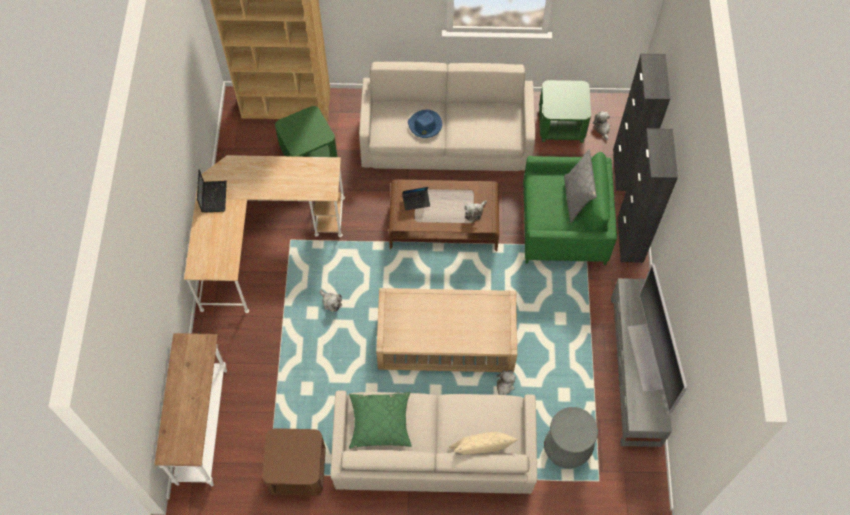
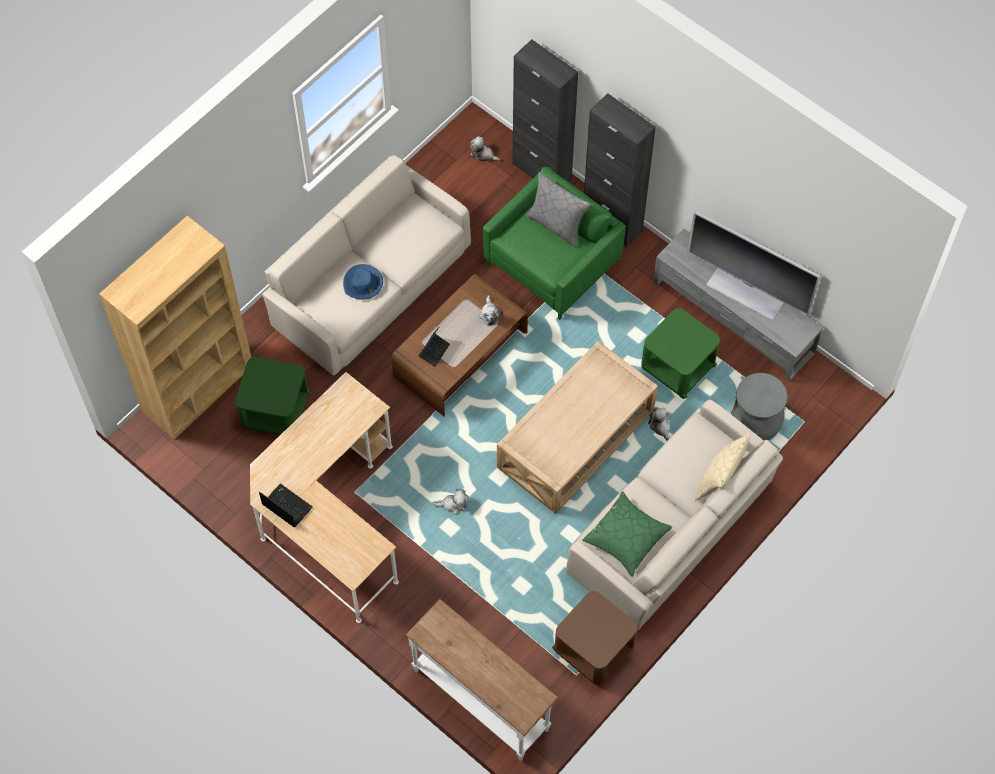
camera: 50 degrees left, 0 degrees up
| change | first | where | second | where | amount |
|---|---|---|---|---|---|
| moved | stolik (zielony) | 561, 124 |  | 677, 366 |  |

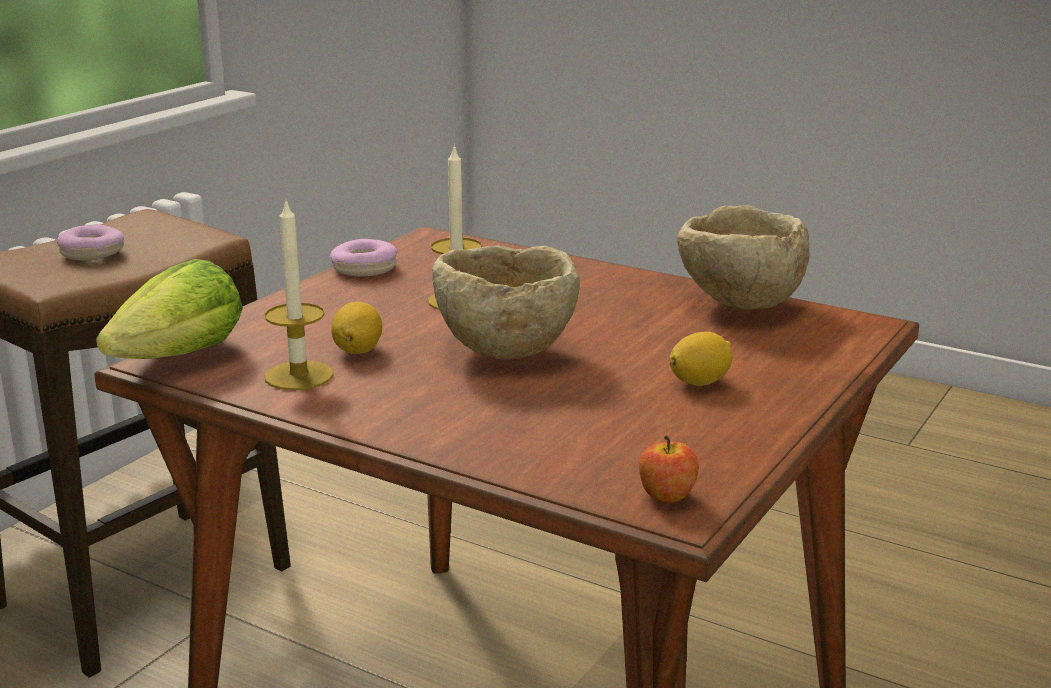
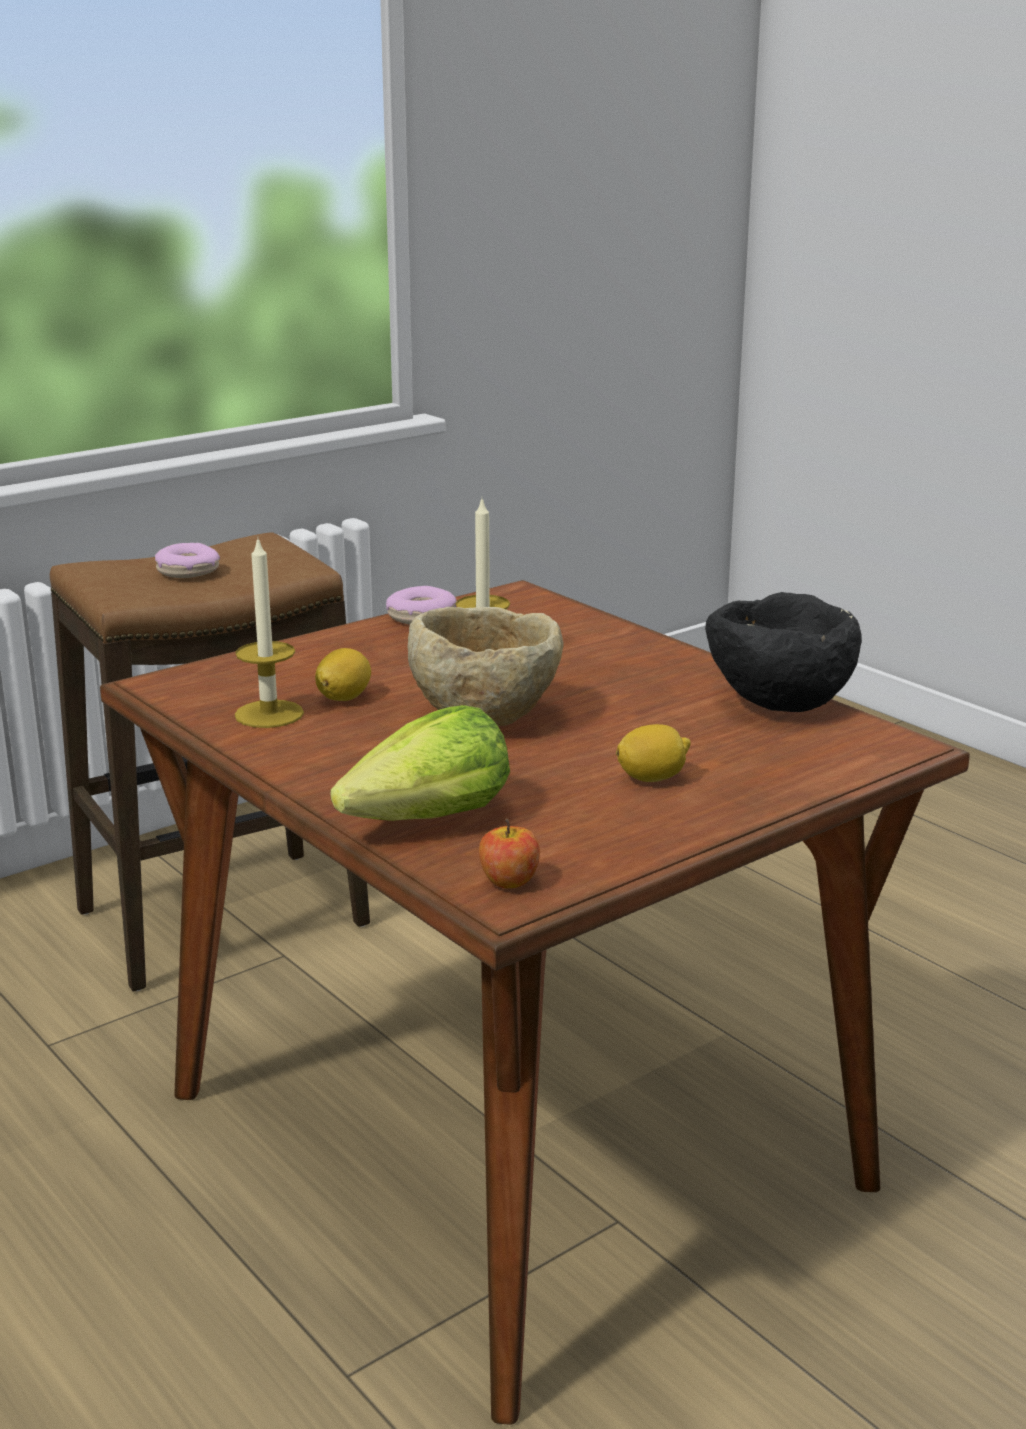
camera: 20 degrees right, 0 degrees up
| change | first | where | second | where | amount |
|---|---|---|---|---|---|
| moved | sałata | 180, 357 |  | 431, 820 |  |
| recoloured | miska (beżowy) | 739, 303 | miska (czarny) | 777, 703 |  |

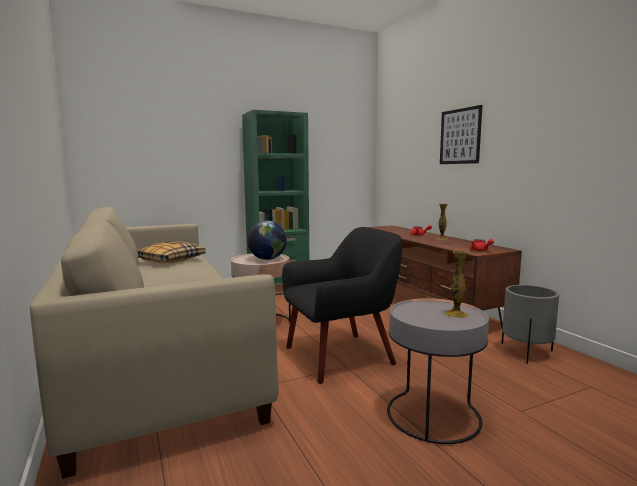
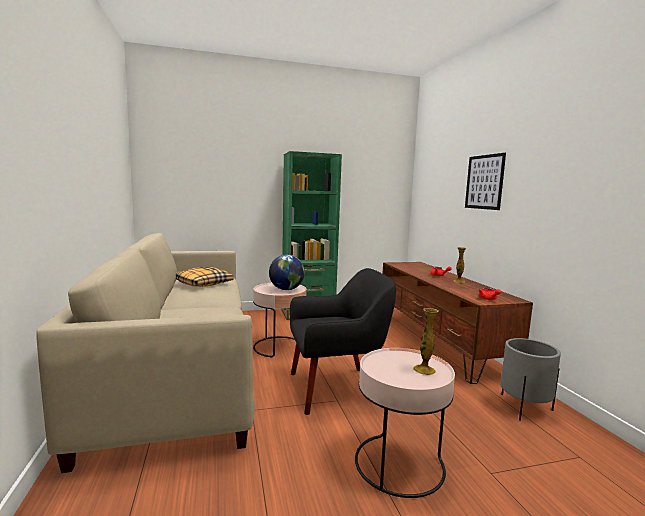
camera: 10 degrees right, 0 degrees up
| change | first | where | second | where | amount |
|---|---|---|---|---|---|
| recoloured | stolik (szary) | 432, 415 | stolik (różowy) | 398, 464 |  |

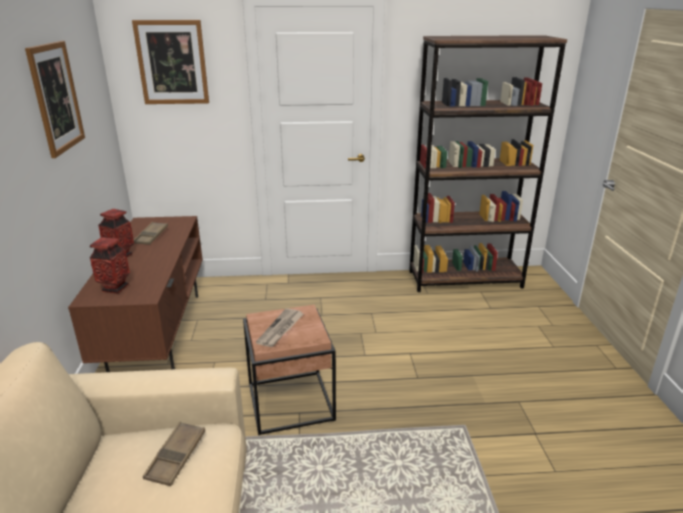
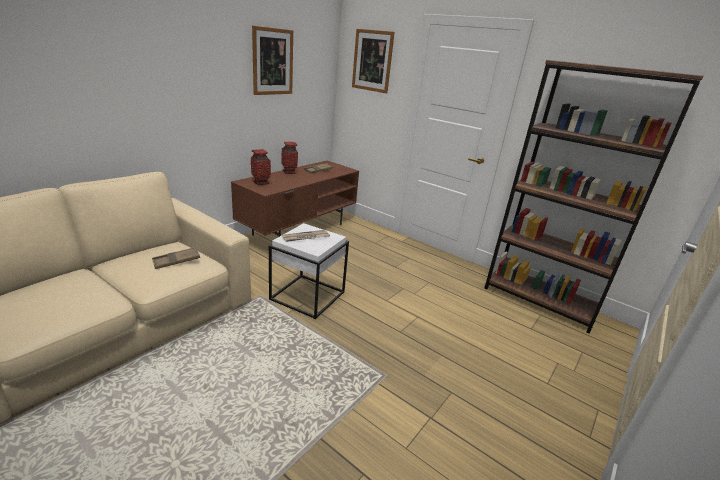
camera: 40 degrees right, 0 degrees up
| change | first | where | second | where | amount |
|---|---|---|---|---|---|
| recoloured | stolik (brązowy) | 291, 401 | stolik (biały) | 308, 296 |  |

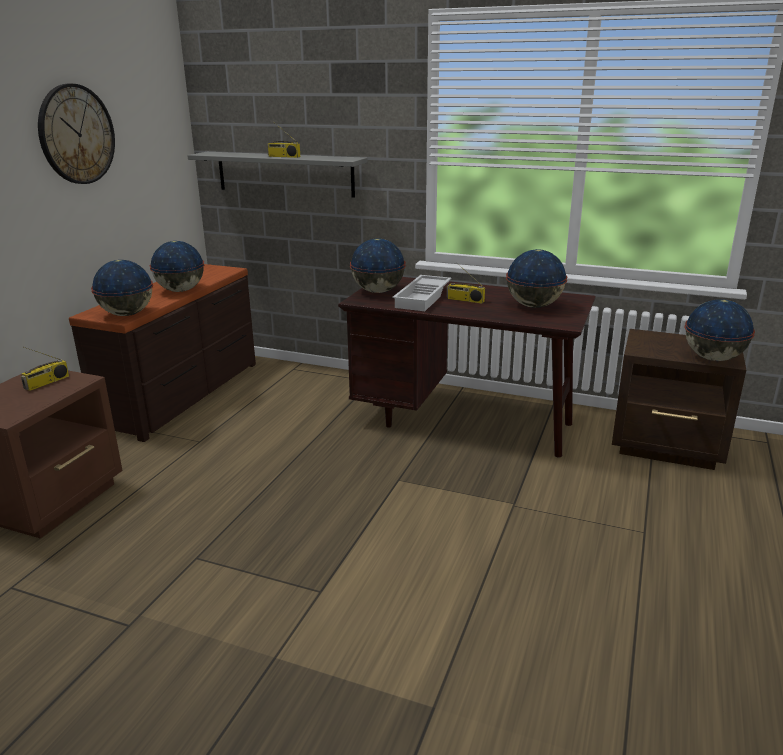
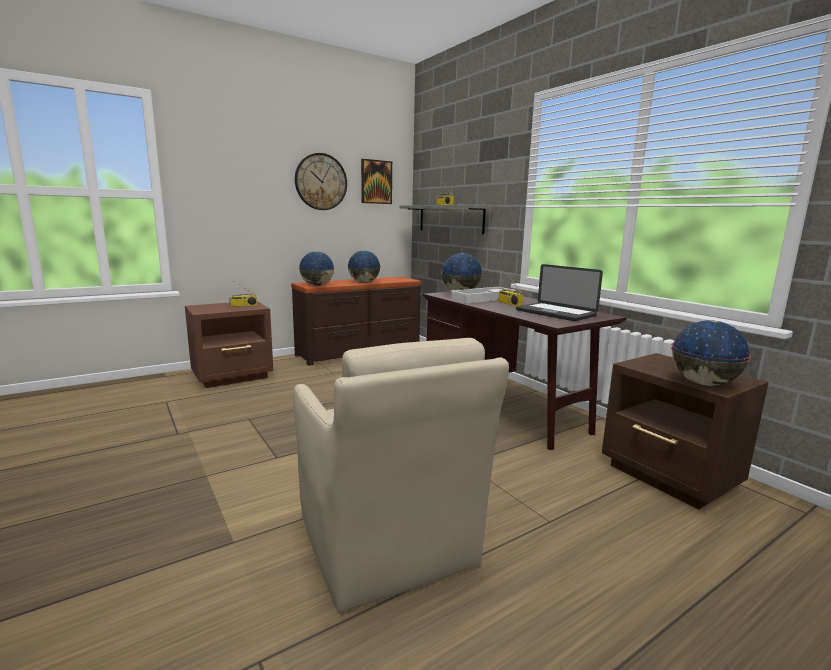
camera: 35 degrees right, 10 degrees down
| change | first | where | second | where | amount |
|---|---|---|---|---|---|
| added |  |  | fotel (beżowy) | 387, 545 |  |
| added |  |  | obraz | 376, 182 |  |
| replaced | globus | 534, 306 | laptop | 555, 313 |  |

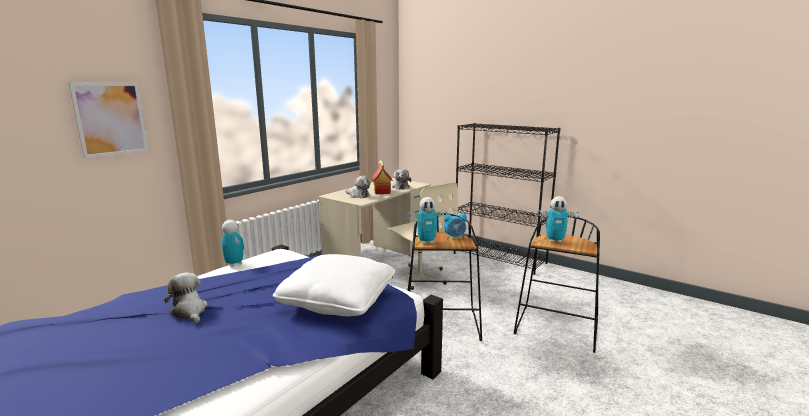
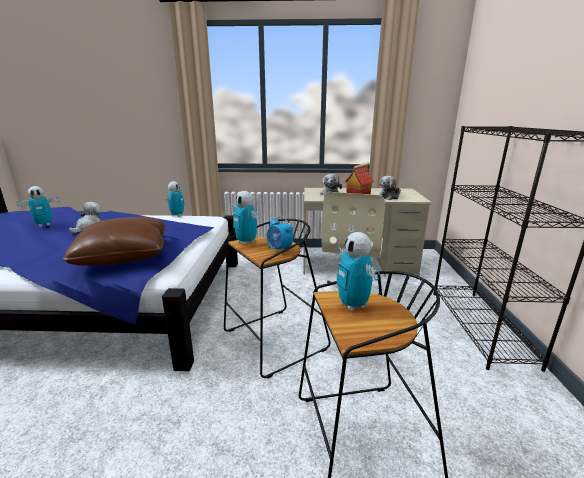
camera: 55 degrees right, 5 degrees up
| change | first | where | second | where | amount |
|---|---|---|---|---|---|
| added |  |  | robot zabawkowy | 45, 225 |  |
| recoloured | poduszka (biały) | 338, 301 | poduszka (brązowy) | 124, 255 |  |
| removed | obraz | 111, 119 |  |  |  |

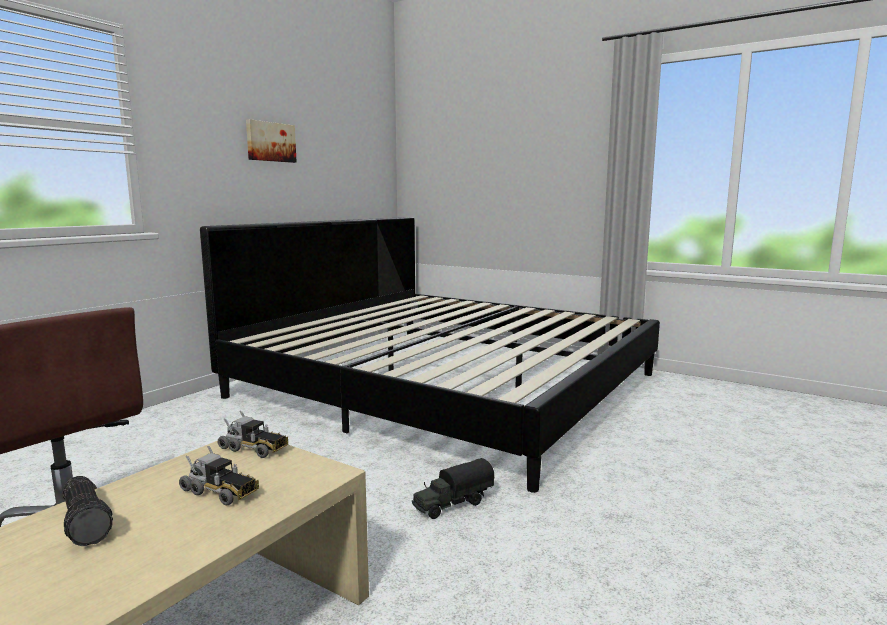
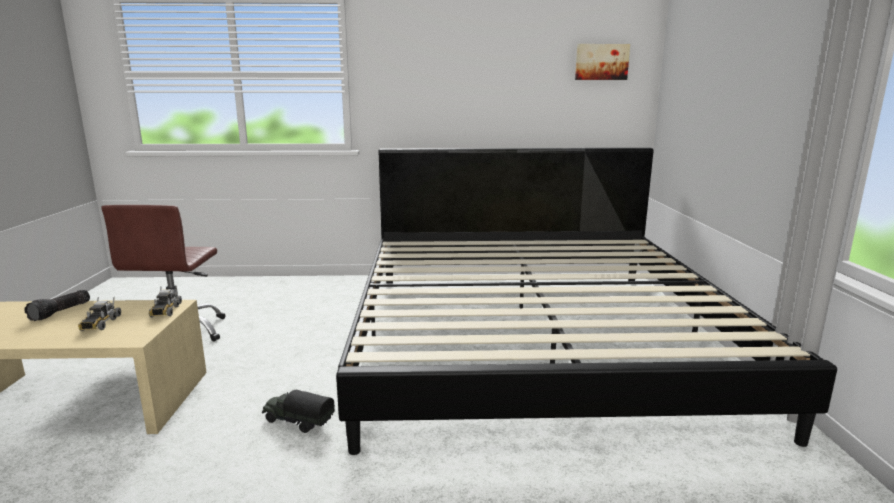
camera: 55 degrees right, 5 degrees up
| change | first | where | second | where | amount |
|---|---|---|---|---|---|
| moved | obraz | 270, 142 |  | 601, 62 |  |

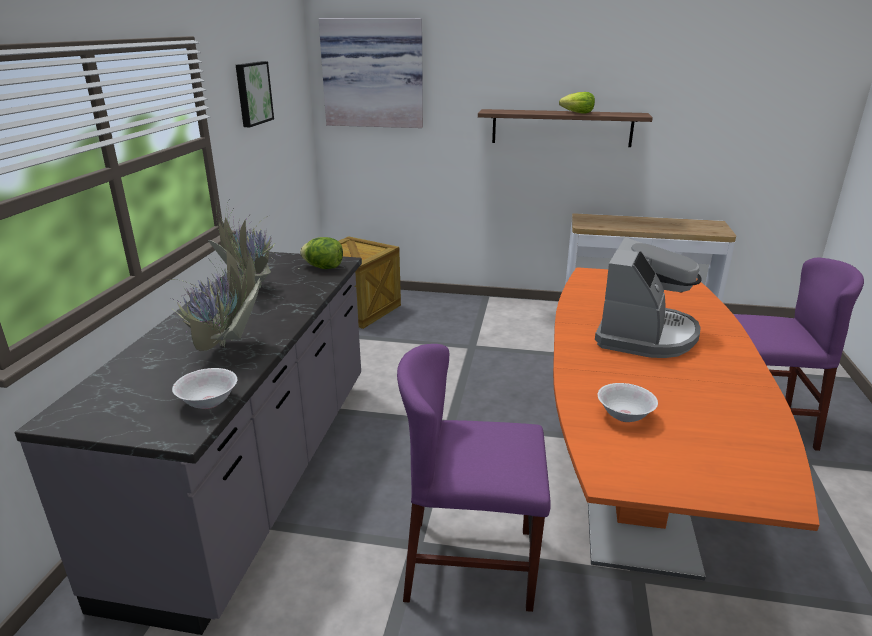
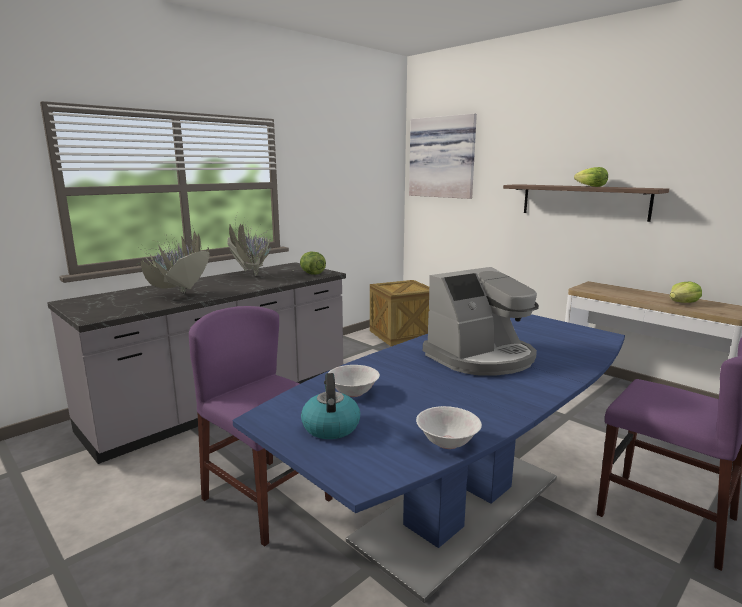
camera: 35 degrees right, 10 degrees down
| change | first | where | second | where | amount |
|---|---|---|---|---|---|
| recoloured | stół jadalny (pomarańczowy) | 633, 484 | stół jadalny (niebieski) | 459, 508 |  |
| added |  |  | czajnik | 330, 426 |  |
| moved | miska (biały) | 209, 402 |  | 447, 442 |  |
| added |  |  | sałata | 682, 303 |  |
| removed | obraz | 252, 93 |  |  |  |

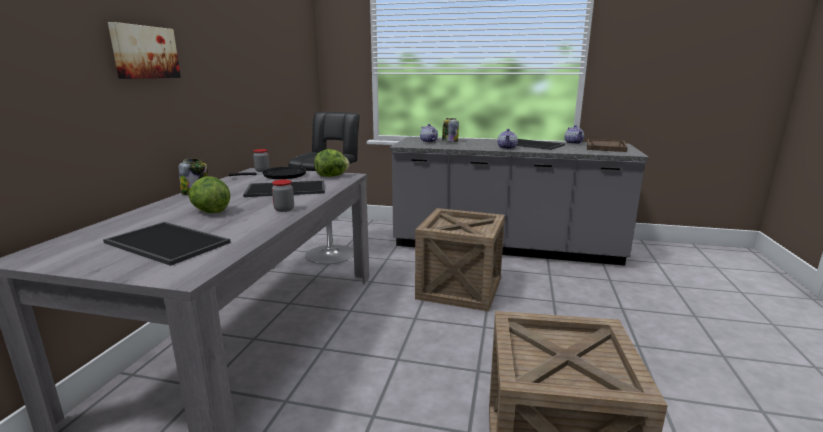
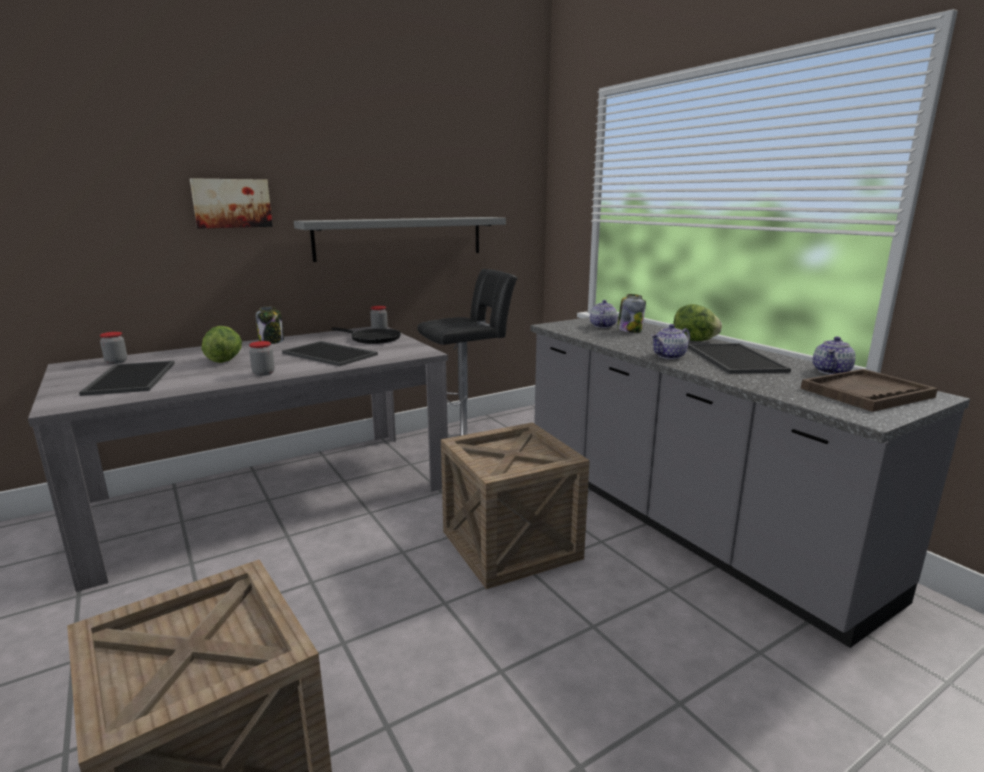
camera: 45 degrees right, 0 degrees up
| change | first | where | second | where | amount |
|---|---|---|---|---|---|
| added |  |  | słoik | 116, 362 |  |
| added |  |  | półka (szary) | 401, 238 |  |
| moved | sałata | 332, 176 |  | 694, 340 |  |

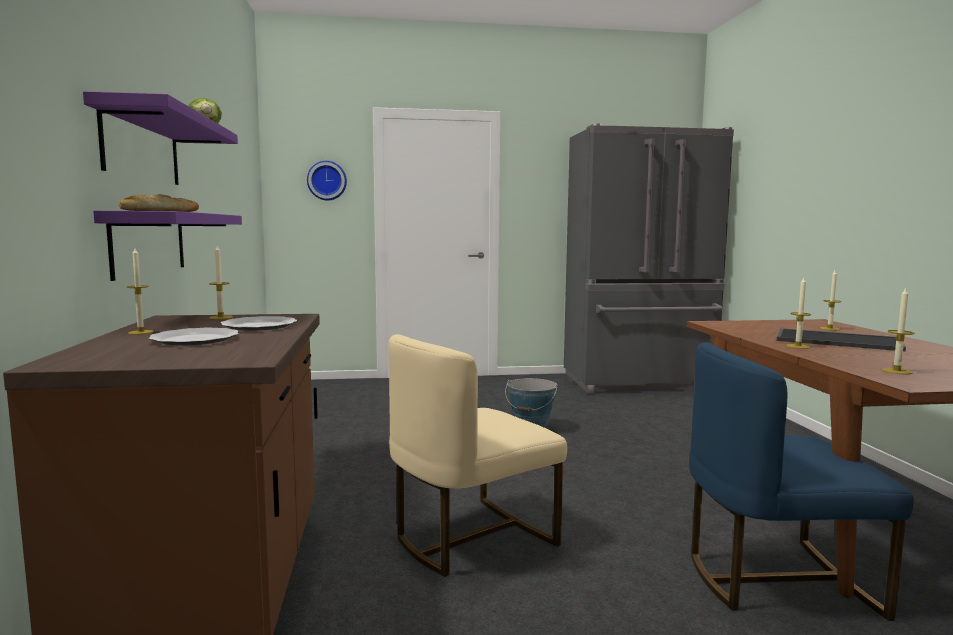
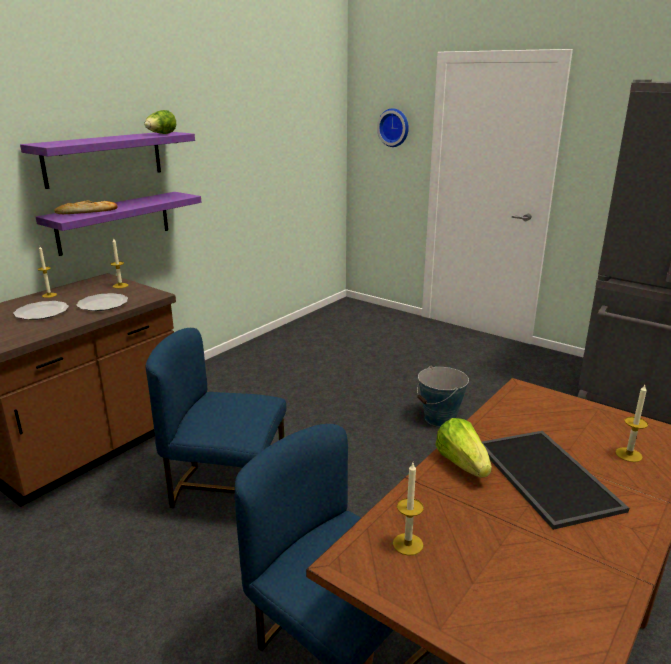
camera: 45 degrees right, 15 degrees up
| change | first | where | second | where | amount |
|---|---|---|---|---|---|
| recoloured | krzesło (beżowy) | 471, 538 | krzesło (niebieski) | 227, 490 |  |
| replaced | świeca | 798, 346 | sałata | 462, 464 |  |

